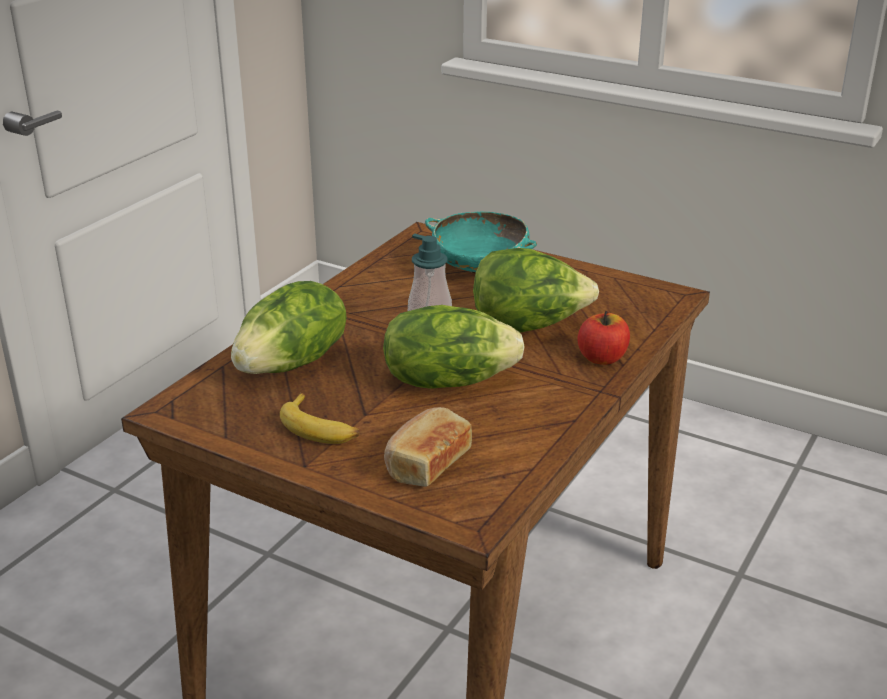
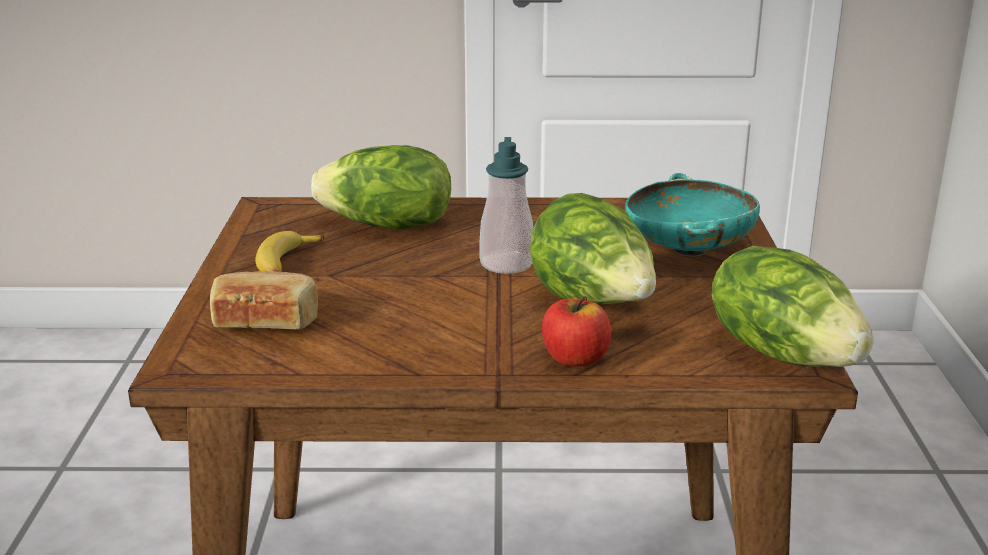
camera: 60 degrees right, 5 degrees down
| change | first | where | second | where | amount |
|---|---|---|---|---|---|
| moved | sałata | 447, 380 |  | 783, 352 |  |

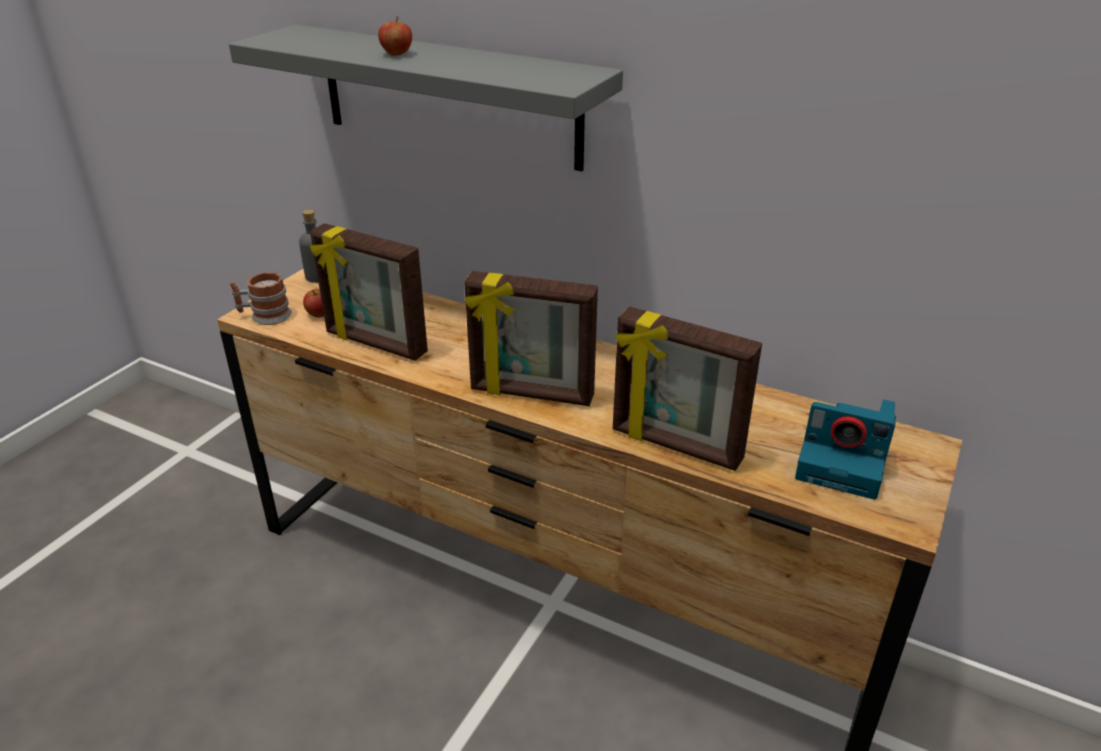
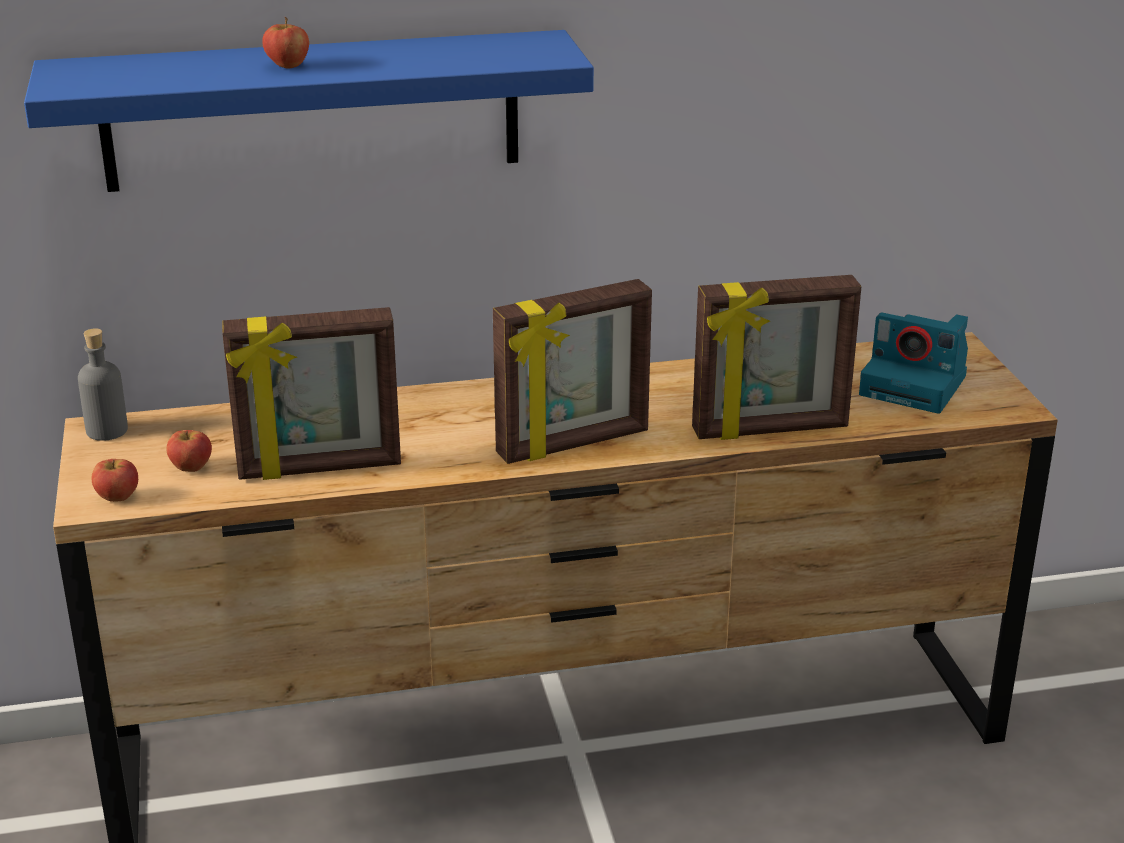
camera: 40 degrees left, 5 degrees down
| change | first | where | second | where | amount |
|---|---|---|---|---|---|
| recoloured | półka (szary) | 448, 96 | półka (niebieski) | 312, 111 |  |
| replaced | kubek | 264, 316 | jabłko | 117, 497 |  |
| turned | aparat fotograficzny | 843, 463 |  | 916, 385 | 45 degrees clockwise |

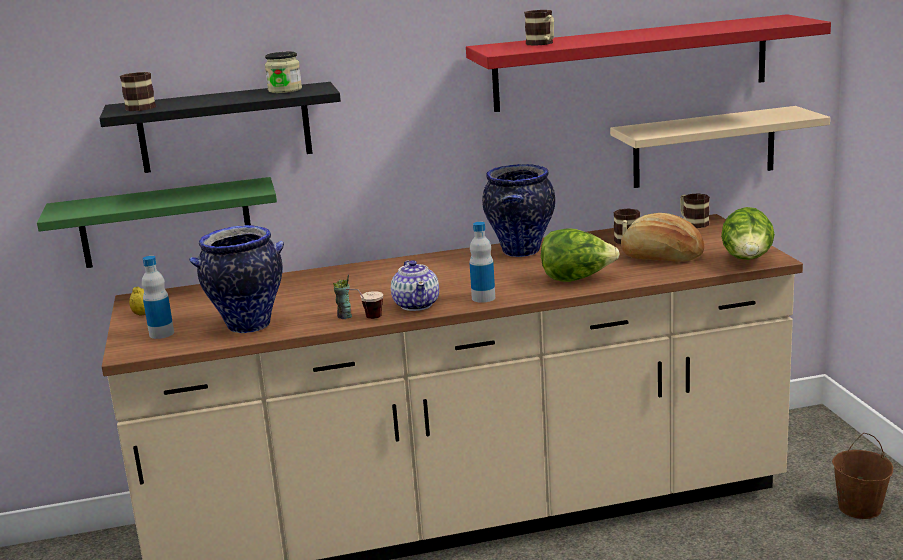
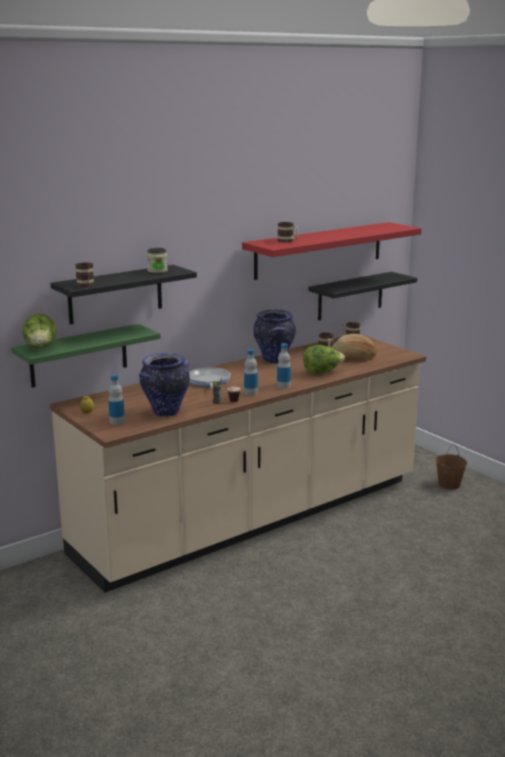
camera: 25 degrees left, 0 degrees up
| change | first | where | second | where | amount |
|---|---|---|---|---|---|
| moved | sałata | 747, 261 |  | 41, 348 |  |
| added |  |  | patelnia | 209, 381 |  |
| replaced | imbryk | 416, 305 | butelka | 250, 393 |  |
| recoloured | półka (beżowy) | 704, 147 | półka (czarny) | 350, 296 |  |

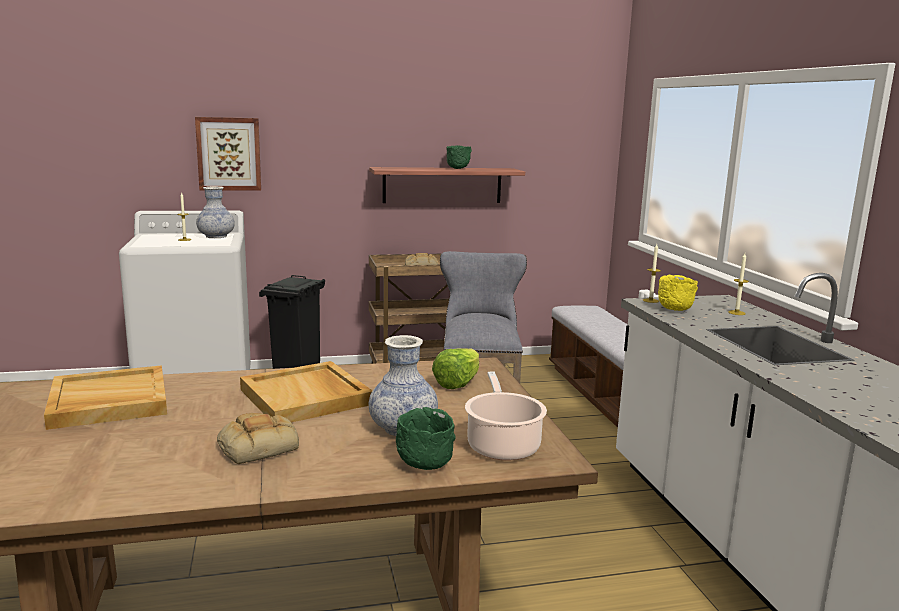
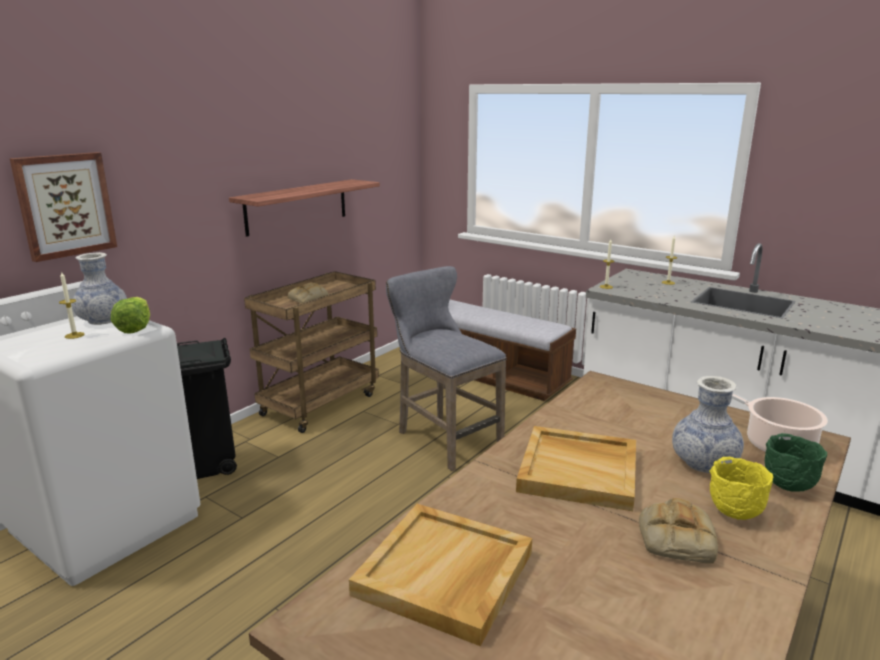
camera: 40 degrees left, 5 degrees up
| change | first | where | second | where | amount |
|---|---|---|---|---|---|
| moved | sałata | 458, 383 |  | 135, 328 |  |
| moved | miska (żółty) | 674, 310 |  | 733, 512 |  |
| removed | miska (zielony) | 458, 168 |  |  |  |

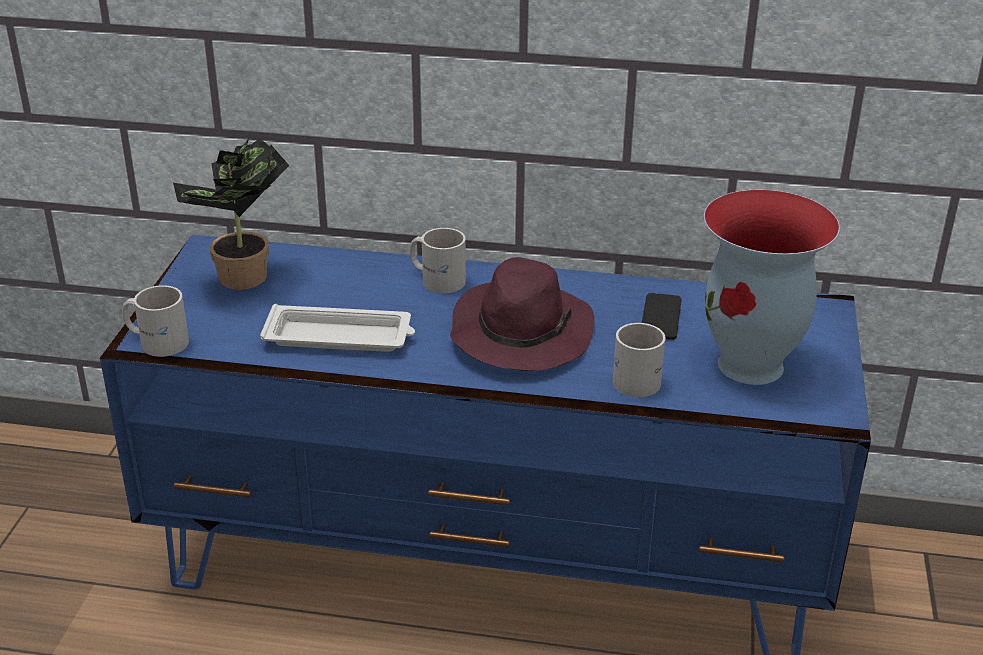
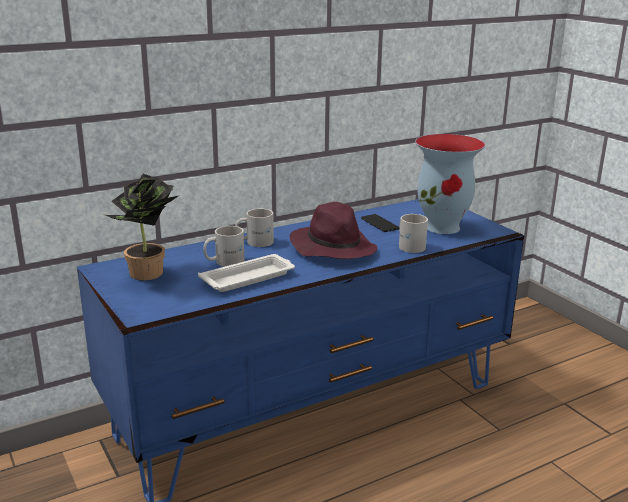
camera: 40 degrees left, 10 degrees down
| change | first | where | second | where | amount |
|---|---|---|---|---|---|
| moved | kubek (biały) | 157, 340 |  | 224, 261 |  |

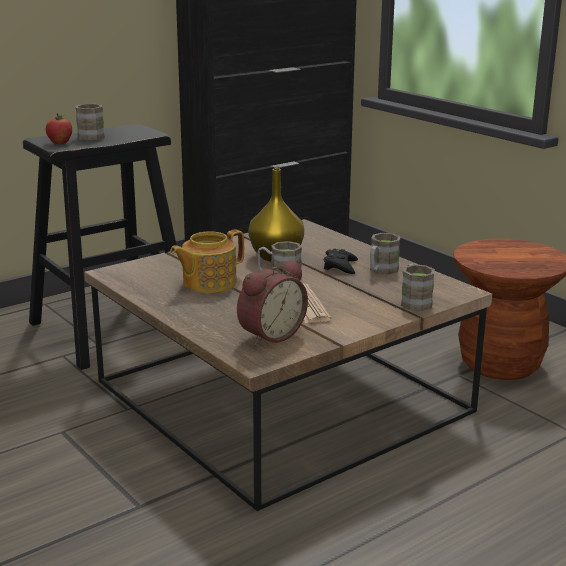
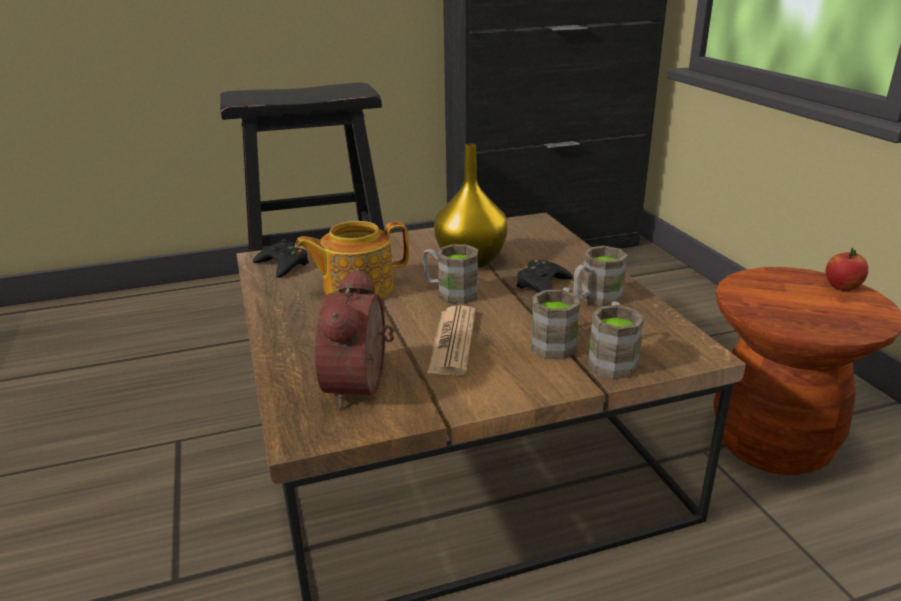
camera: 20 degrees right, 5 degrees up
| change | first | where | second | where | amount |
|---|---|---|---|---|---|
| added |  |  | pad do gier (czarny) | 283, 265 |  |
| turned | budzik | 269, 335 |  | 362, 386 | 120 degrees clockwise |
| moved | kubek (brązowy) | 92, 135 |  | 556, 342 |  |
| moved | jabłko | 60, 143 |  | 842, 287 |  |

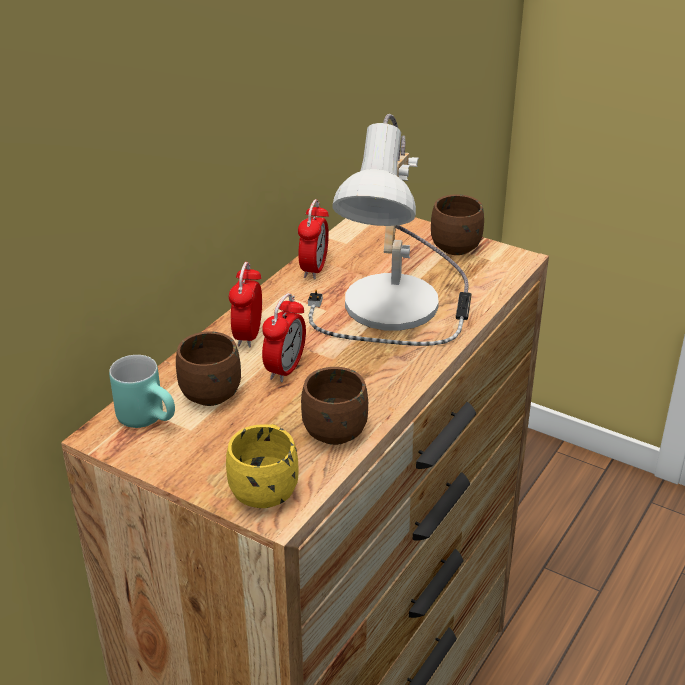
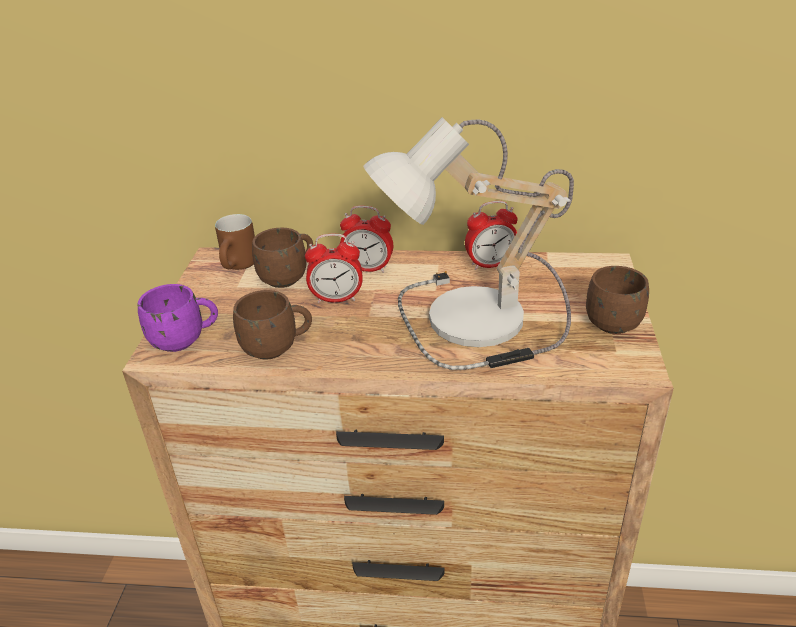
camera: 65 degrees right, 0 degrees up
| change | first | where | second | where | amount |
|---|---|---|---|---|---|
| recoloured | kubek (żółty) | 266, 487 | kubek (fioletowy) | 185, 339 |  |
| recoloured | kubek (turkusowy) | 150, 418 | kubek (brązowy) | 240, 267 |  |
| turned | budzik | 248, 335 |  | 368, 268 | 150 degrees counterclockwise |

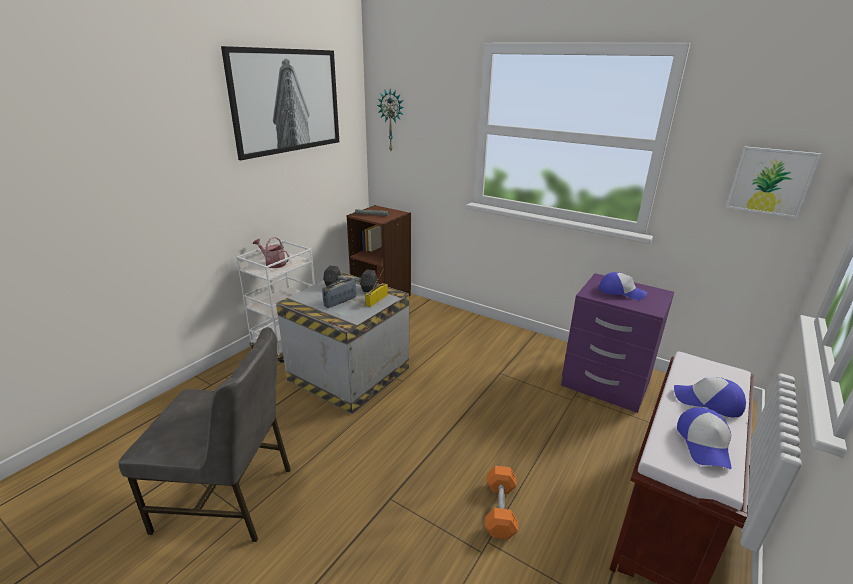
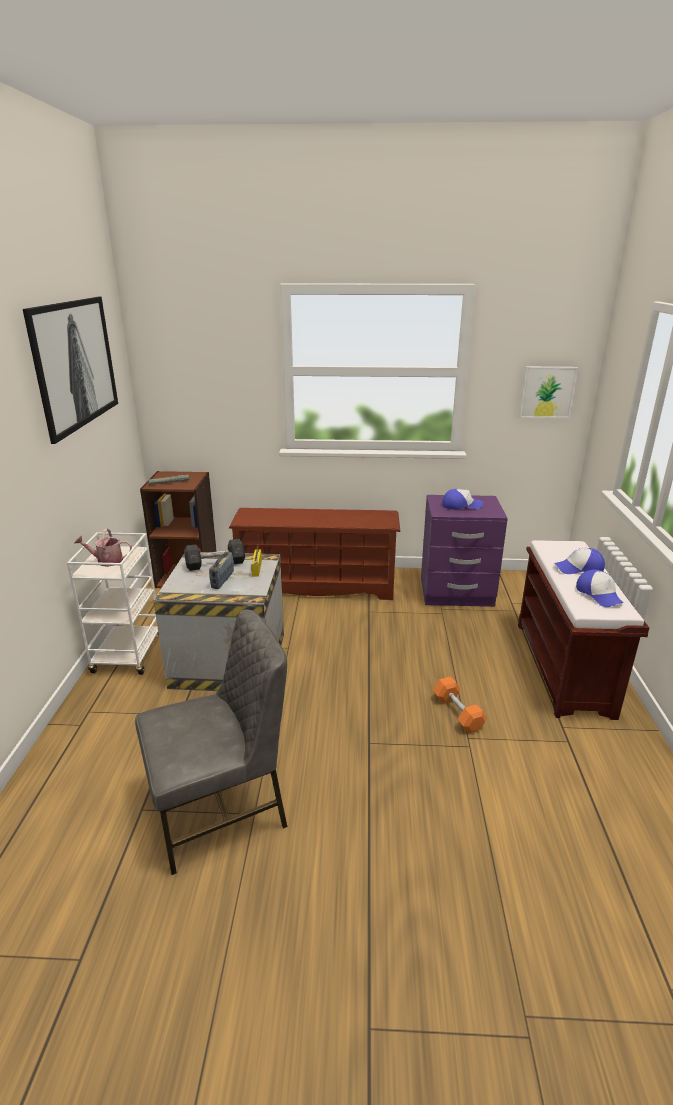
camera: 30 degrees left, 0 degrees up
| change | first | where | second | where | amount |
|---|---|---|---|---|---|
| added |  |  | regał na buty (brązowy) | 317, 586 |  |
| removed | zegar ścienny | 392, 120 |  |  |  |

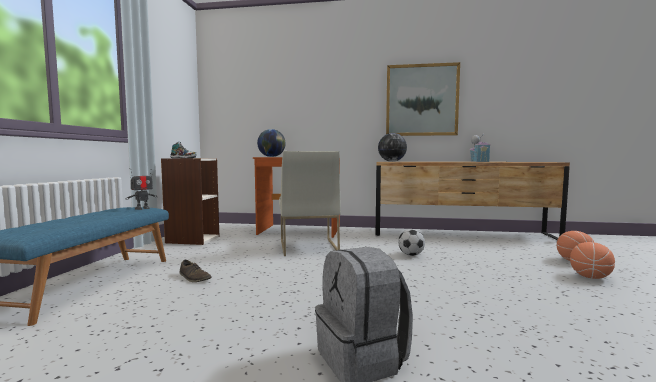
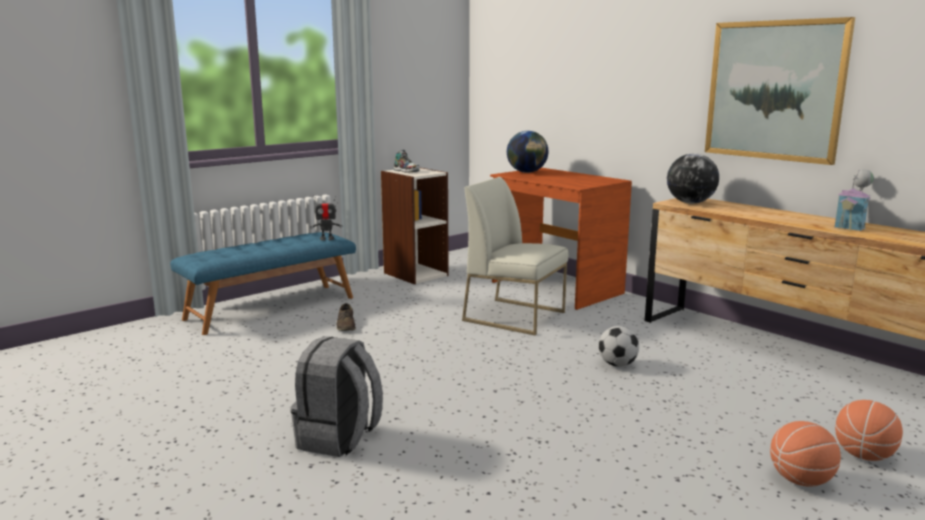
camera: 40 degrees right, 10 degrees up
| change | first | where | second | where | amount |
|---|---|---|---|---|---|
| turned | krzesło (biały) | 307, 247 |  | 515, 316 | 90 degrees clockwise |

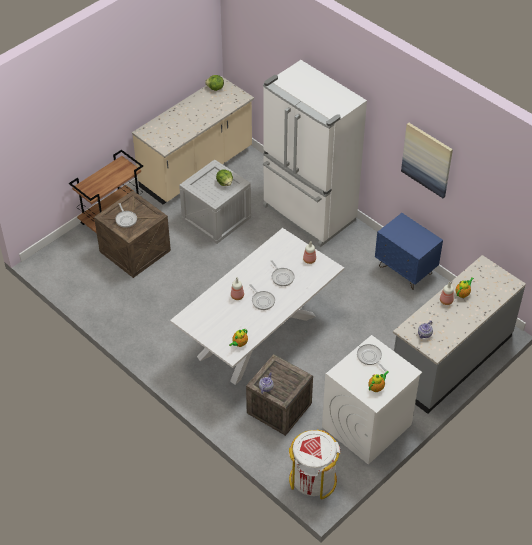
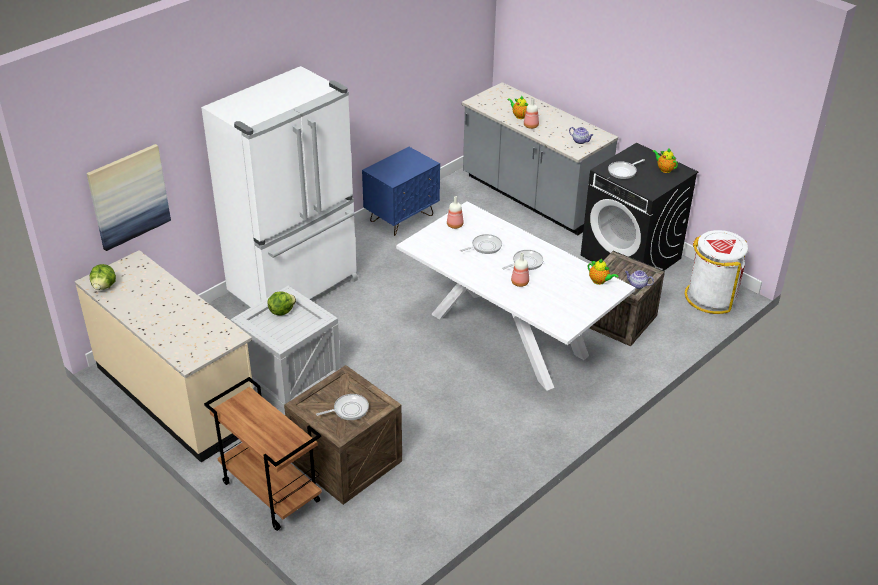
camera: 90 degrees left, 10 degrees down
| change | first | where | second | where | amount |
|---|---|---|---|---|---|
| moved | obraz | 427, 159 |  | 129, 196 |  |
| recoloured | pralka (biały) | 366, 426 | pralka (czarny) | 631, 257 |  |

